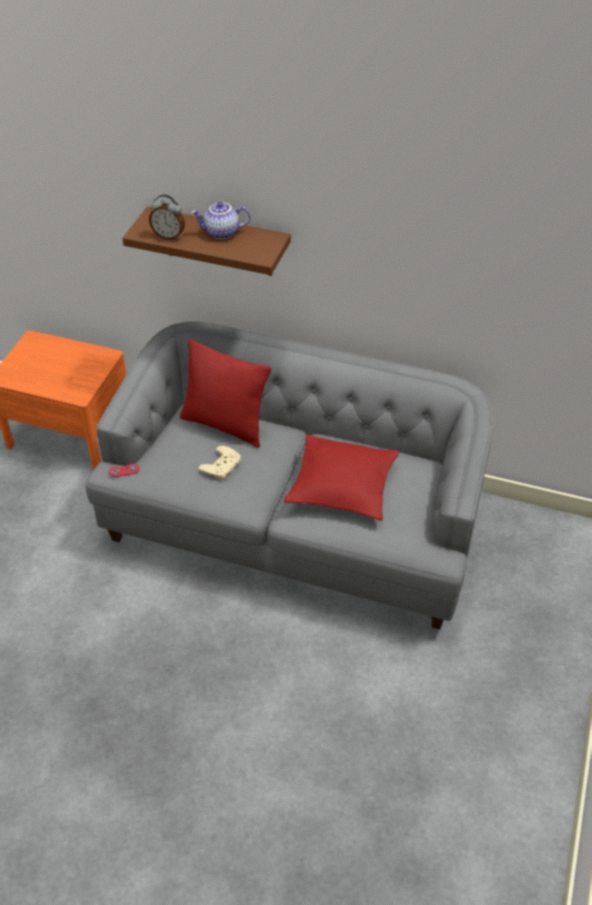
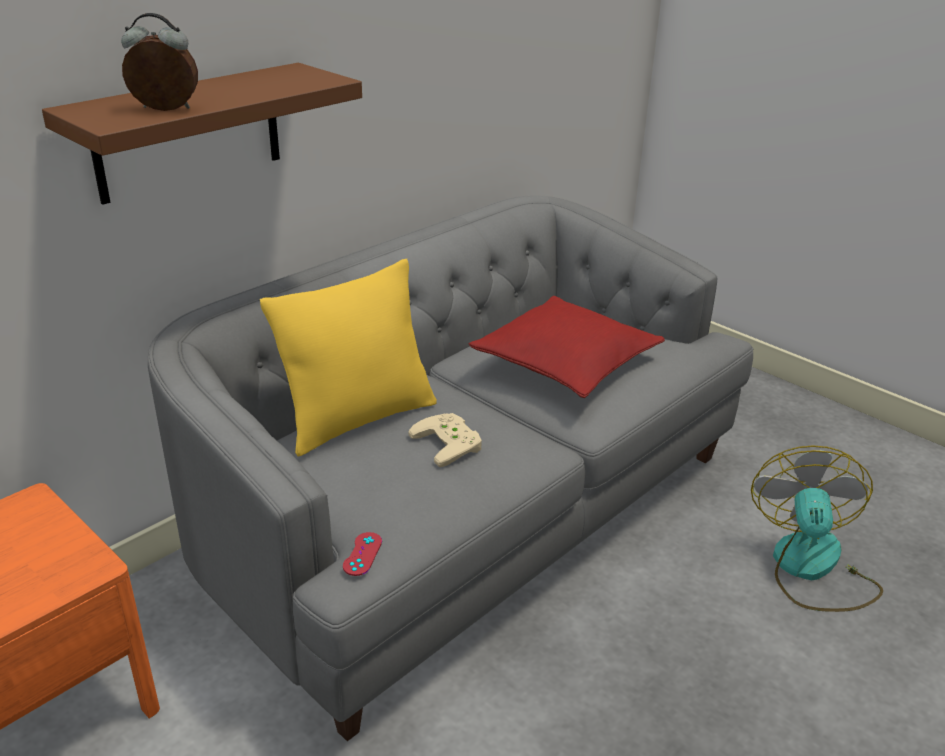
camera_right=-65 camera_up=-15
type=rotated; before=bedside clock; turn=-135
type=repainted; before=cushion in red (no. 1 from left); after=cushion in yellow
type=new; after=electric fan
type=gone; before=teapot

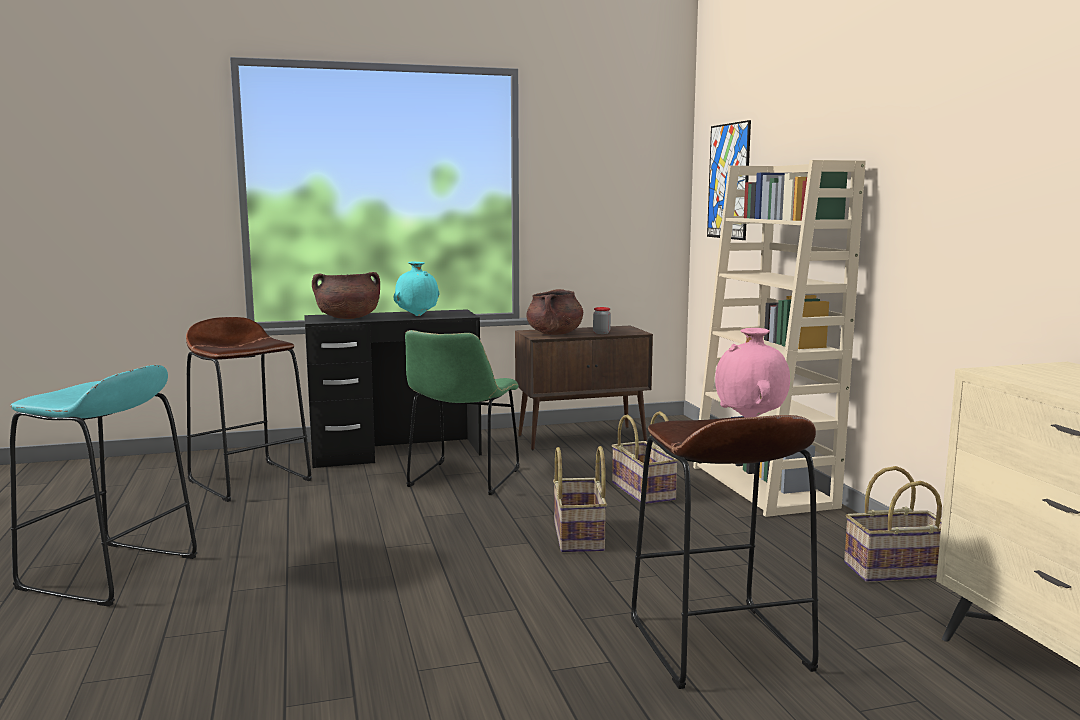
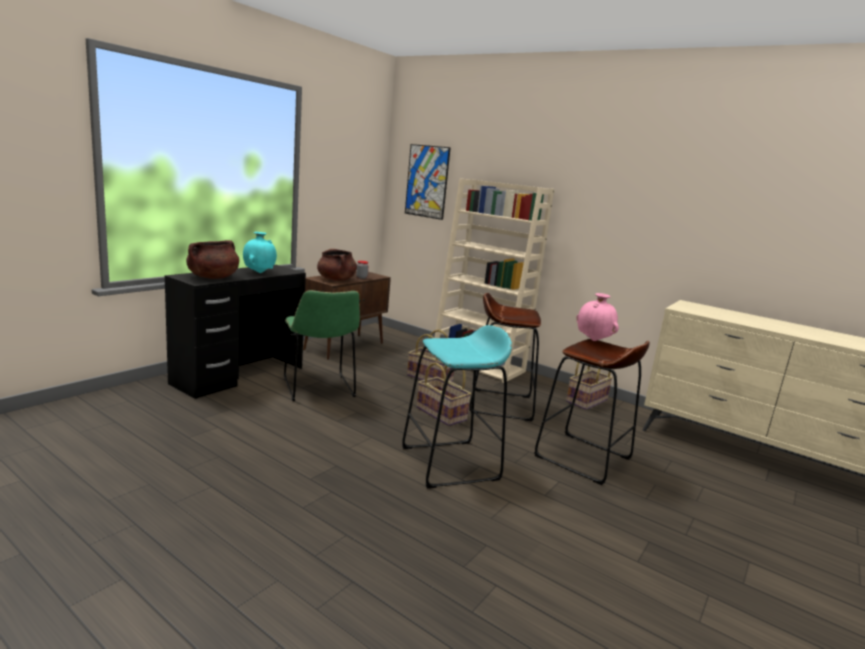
camera_right=-40 camera_up=5
type=shifted; before=sitting stool in turquoise
type=shifted; before=sitting stool in brown (no. 1 from left)

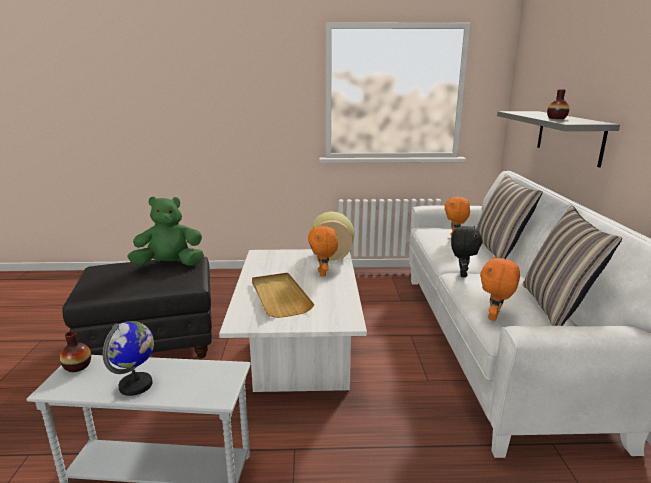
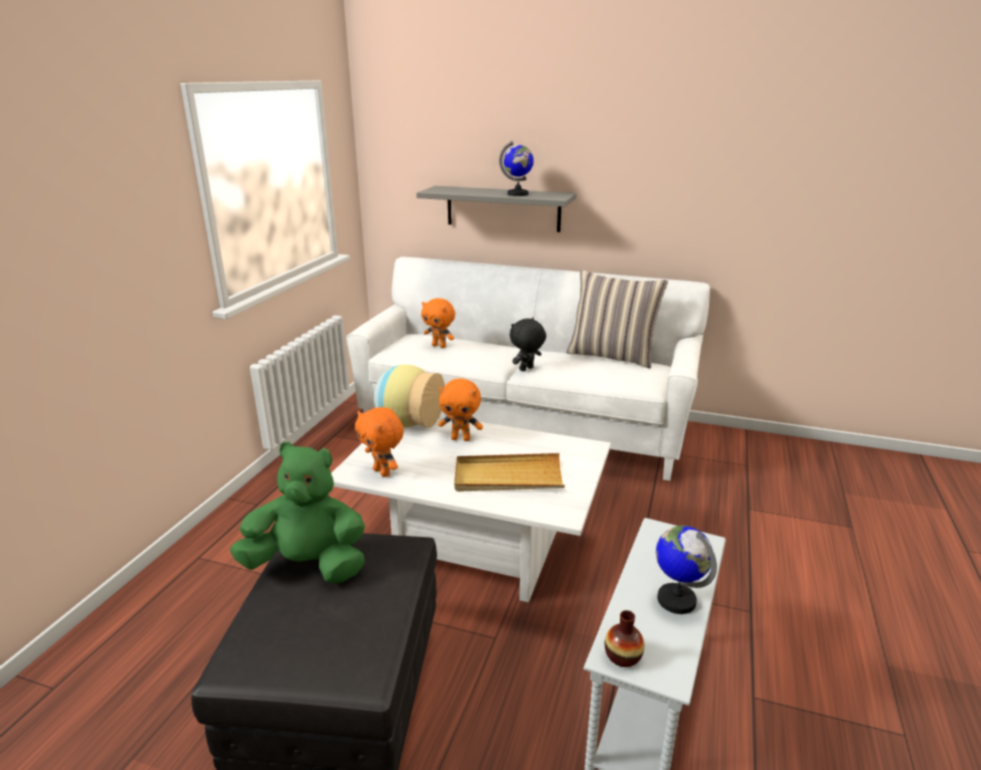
camera_right=-70 camera_up=5
type=rotated; before=soft toy in green; turn=90
type=shifted; before=soft toy in orangey (no. 3 from left in the first image); after=soft toy in orangey (no. 1 from left)
type=swapped; before=decorative vase (no. 3 from left); after=desk globe (no. 1 from left)
type=rotated; before=soft toy in blackish; turn=-75
type=gone; before=cushion (no. 1 from left)

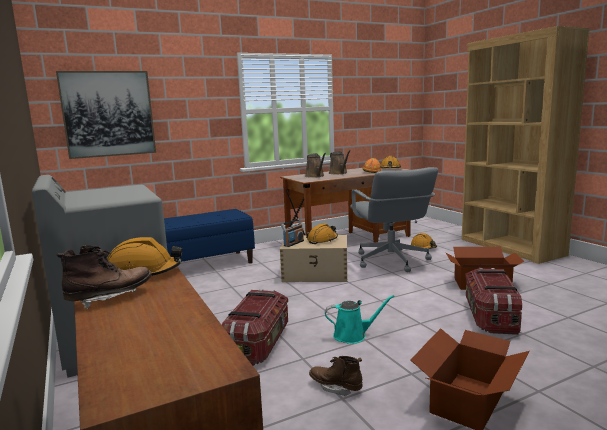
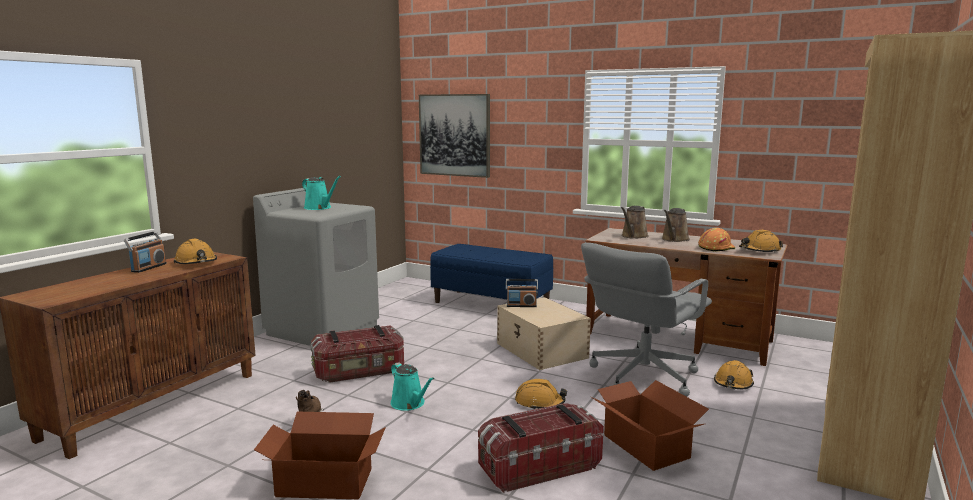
camera_right=55 camera_up=0
type=swapped; before=boot in brown (no. 1 from left); after=radio receiver (no. 1 from left)
type=new; after=sprinkling can in turquoise (no. 1 from left)
type=shifted; before=safety helmet in orangey (no. 2 from left)

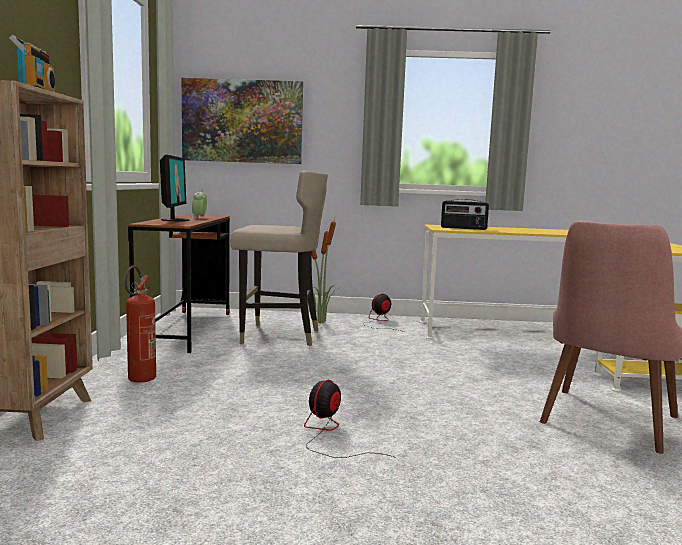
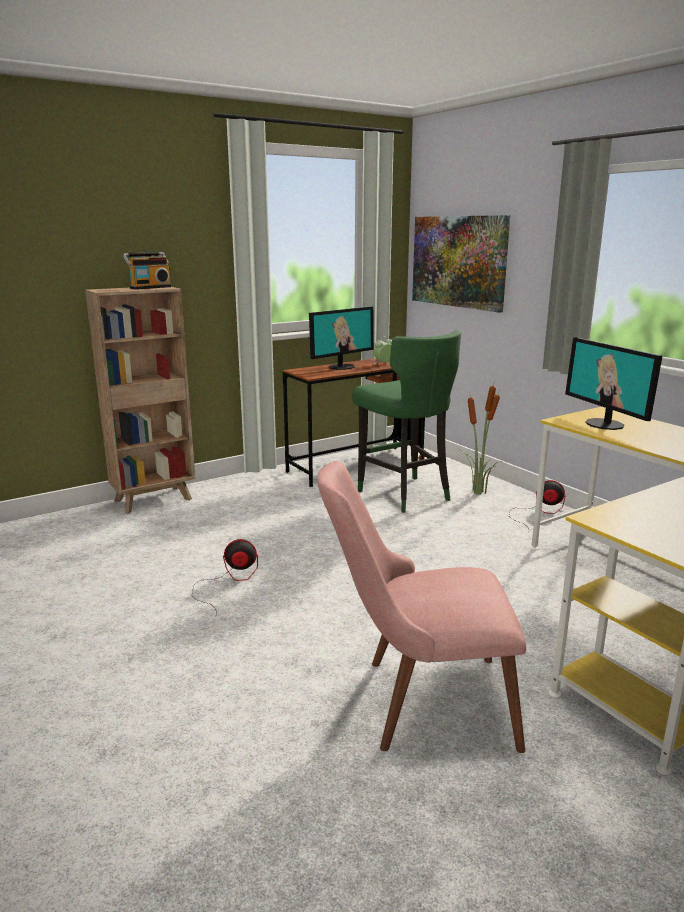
camera_right=55 camera_up=10
type=repainted; before=sitting stool in beige; after=sitting stool in green
type=swapped; before=radio receiver (no. 2 from left); after=computer display (no. 2 from left)
type=gone; before=fire-fighting cylinder

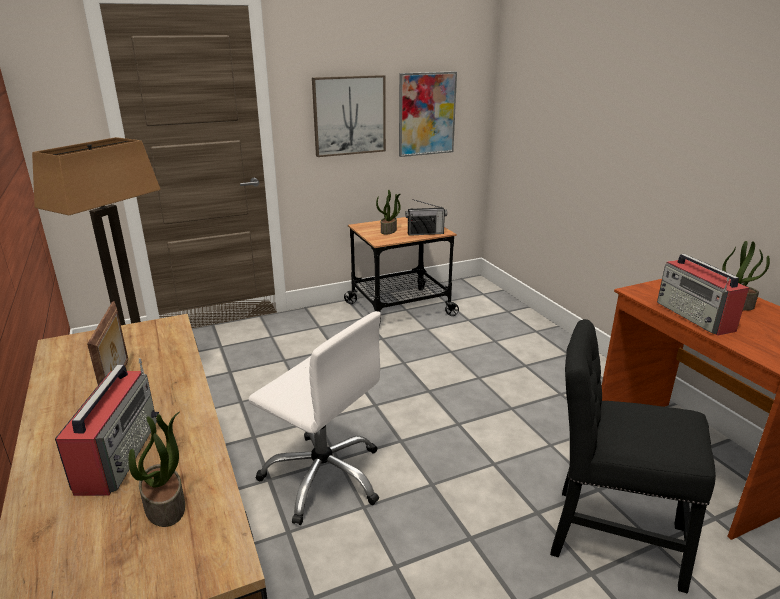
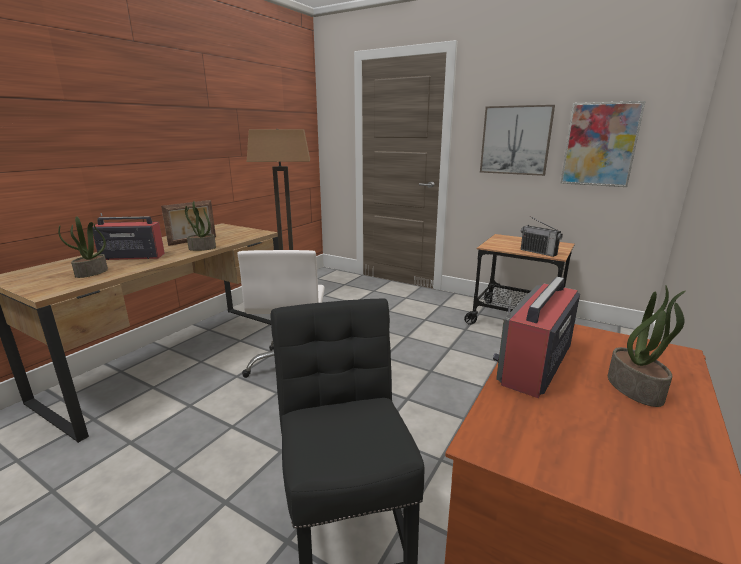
camera_right=55 camera_up=-5
type=rotated; before=radio receiver (no. 1 from left); turn=-150
type=shifted; before=houseplant (no. 2 from left)

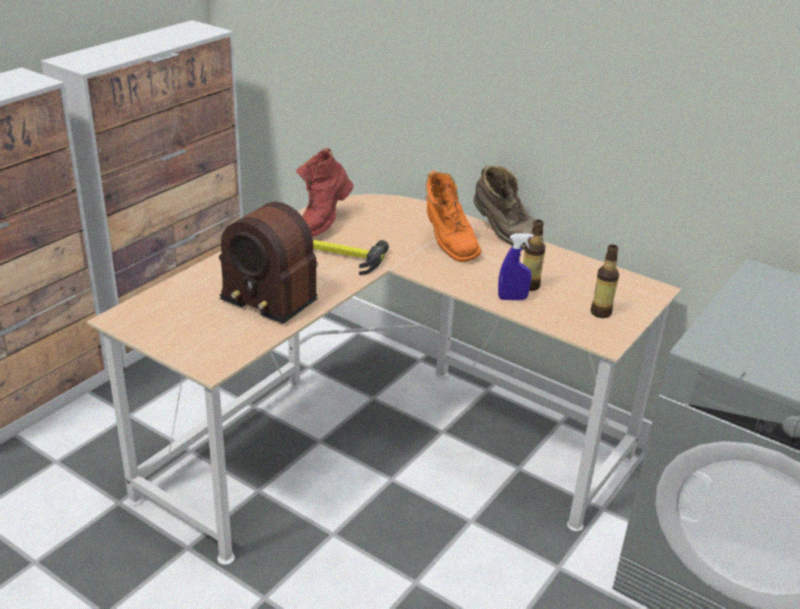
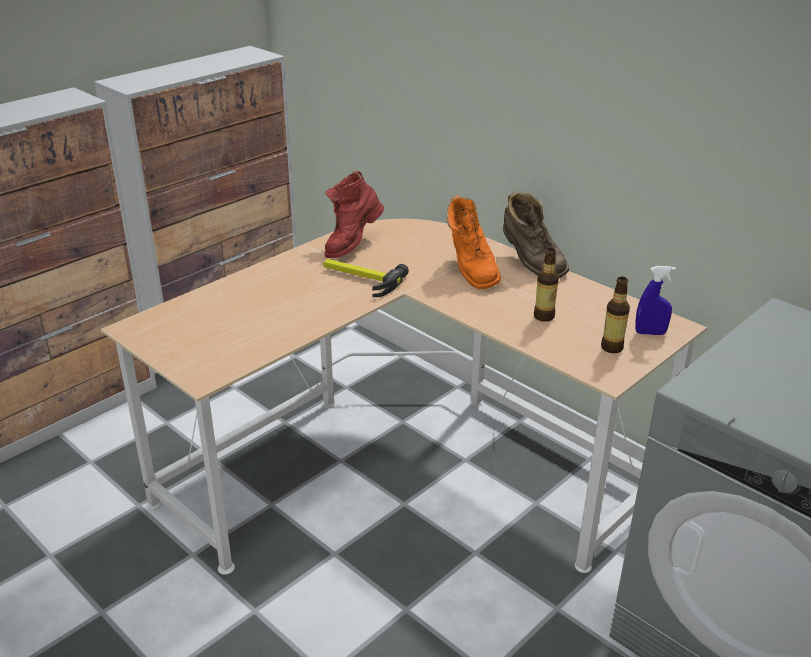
camera_right=10 camera_up=0
type=shifted; before=spray bottle in blue
type=gone; before=radio receiver

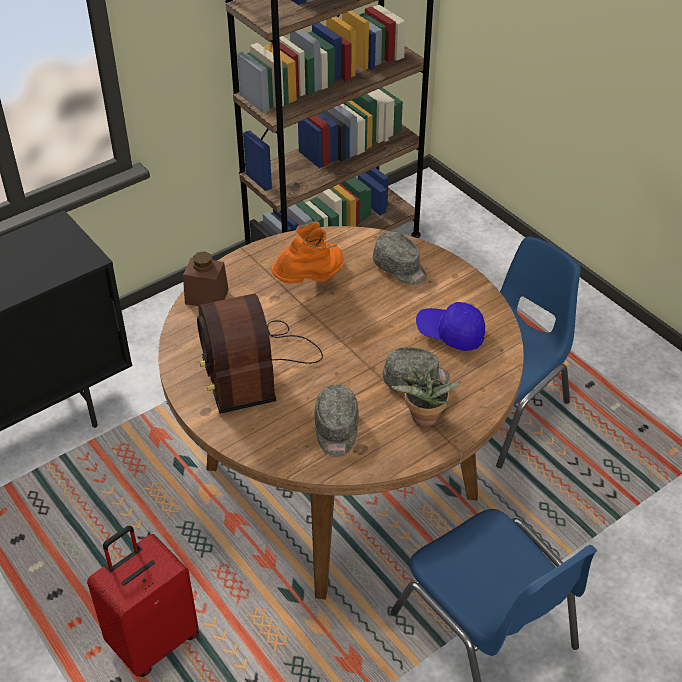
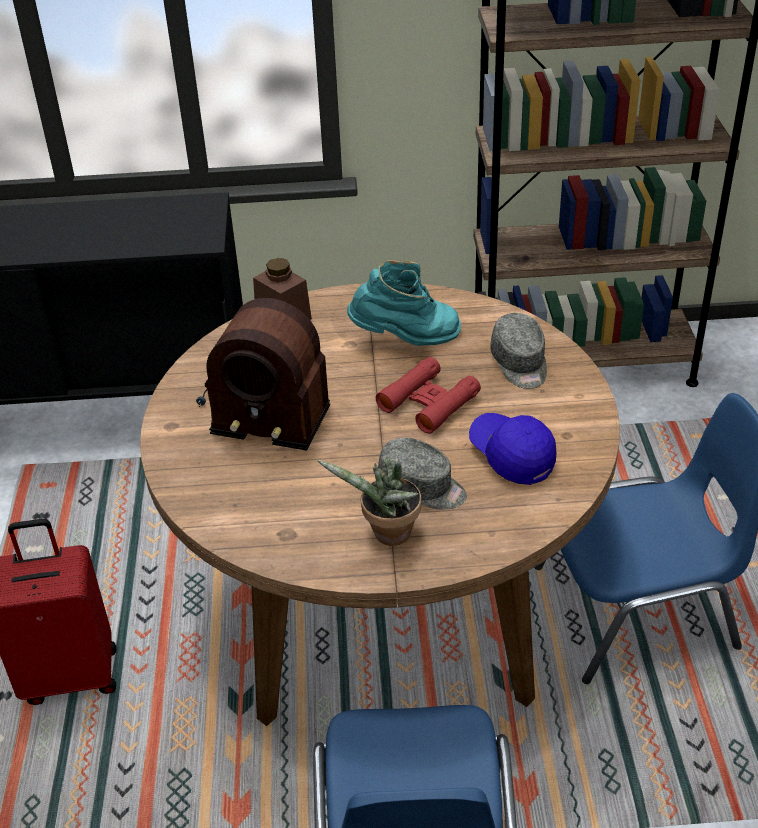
camera_right=35 camera_up=-5
type=rotated; before=radio receiver; turn=-90
type=repainted; before=boot in orangey; after=boot in turquoise
type=new; after=binoculars in red
type=gone; before=cap in grey (no. 1 from left)

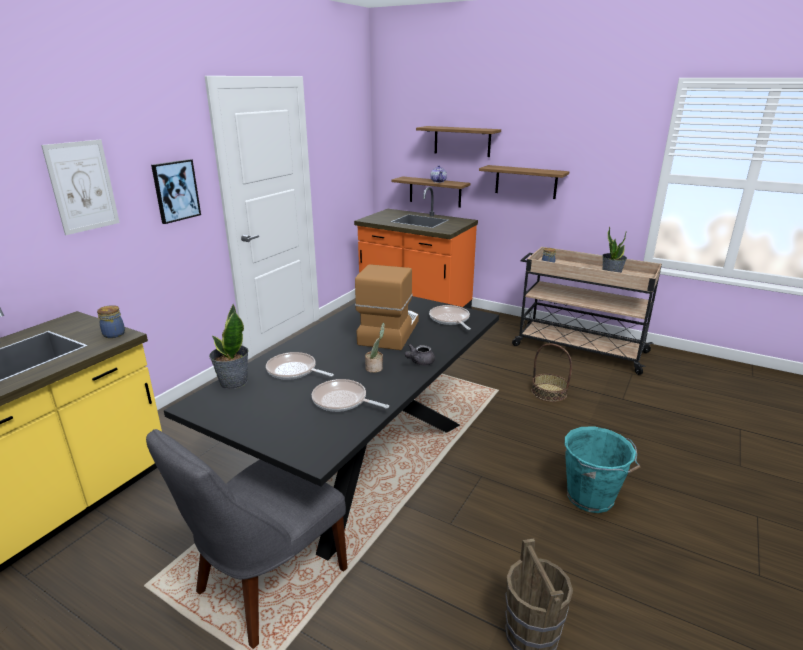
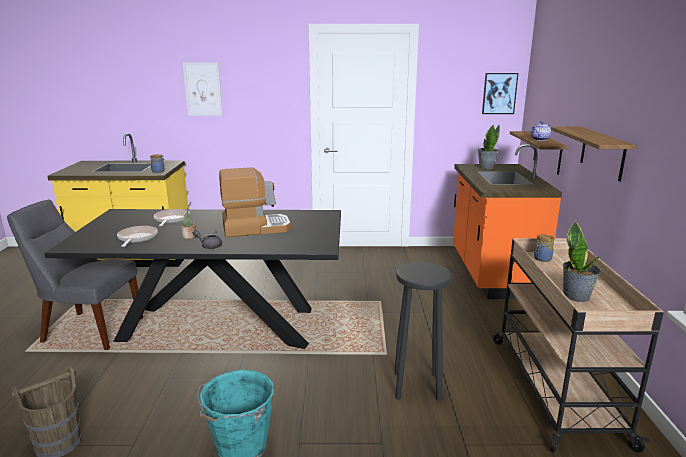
camera_right=60 camera_up=-5
type=swapped; before=storage basket; after=sitting stool in blackish
type=shifted; before=houseplant (no. 1 from left in the first image); after=houseplant (no. 2 from left)
type=shifted; before=wall art (no. 2 from left)
type=gone; before=shelf (no. 2 from left)
type=gone; before=skillet (no. 3 from left)

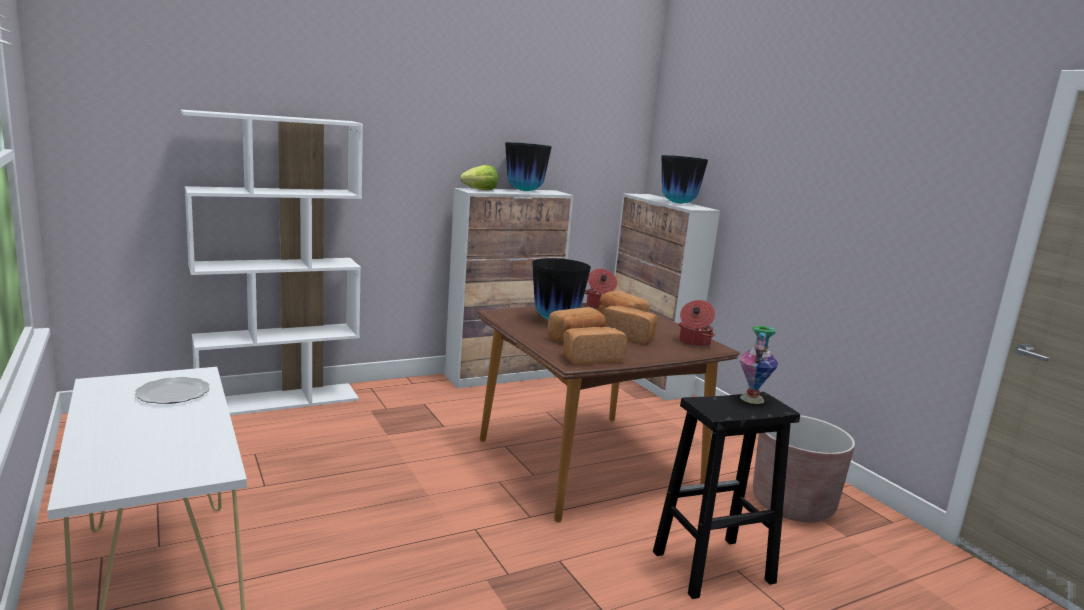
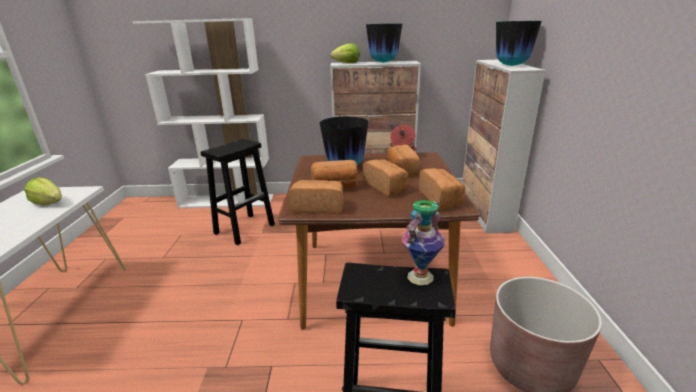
camera_right=30 camera_up=10
type=swapped; before=flat dish; after=lettuce (no. 1 from left)
type=new; after=sitting stool in blackish (no. 1 from left)
type=swapped; before=stockpot (no. 2 from left); after=bakery bread (no. 5 from left)

